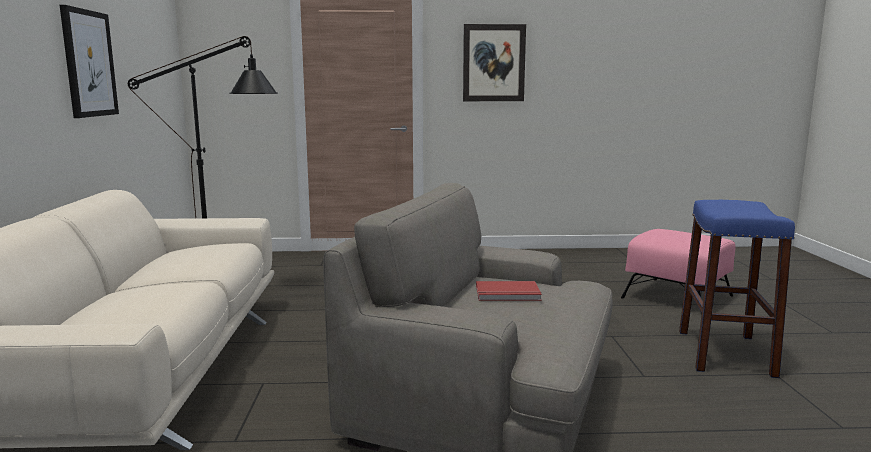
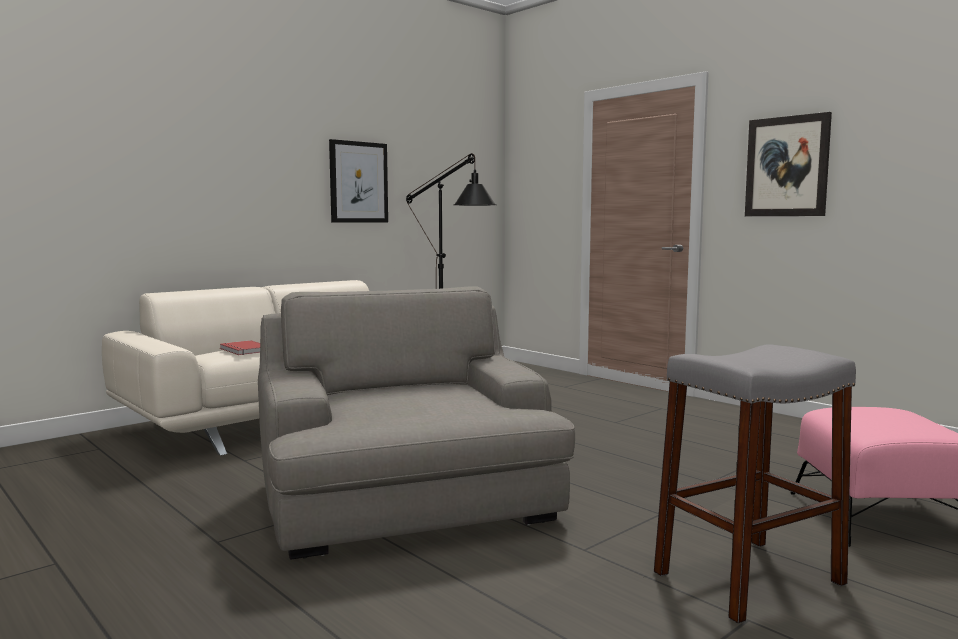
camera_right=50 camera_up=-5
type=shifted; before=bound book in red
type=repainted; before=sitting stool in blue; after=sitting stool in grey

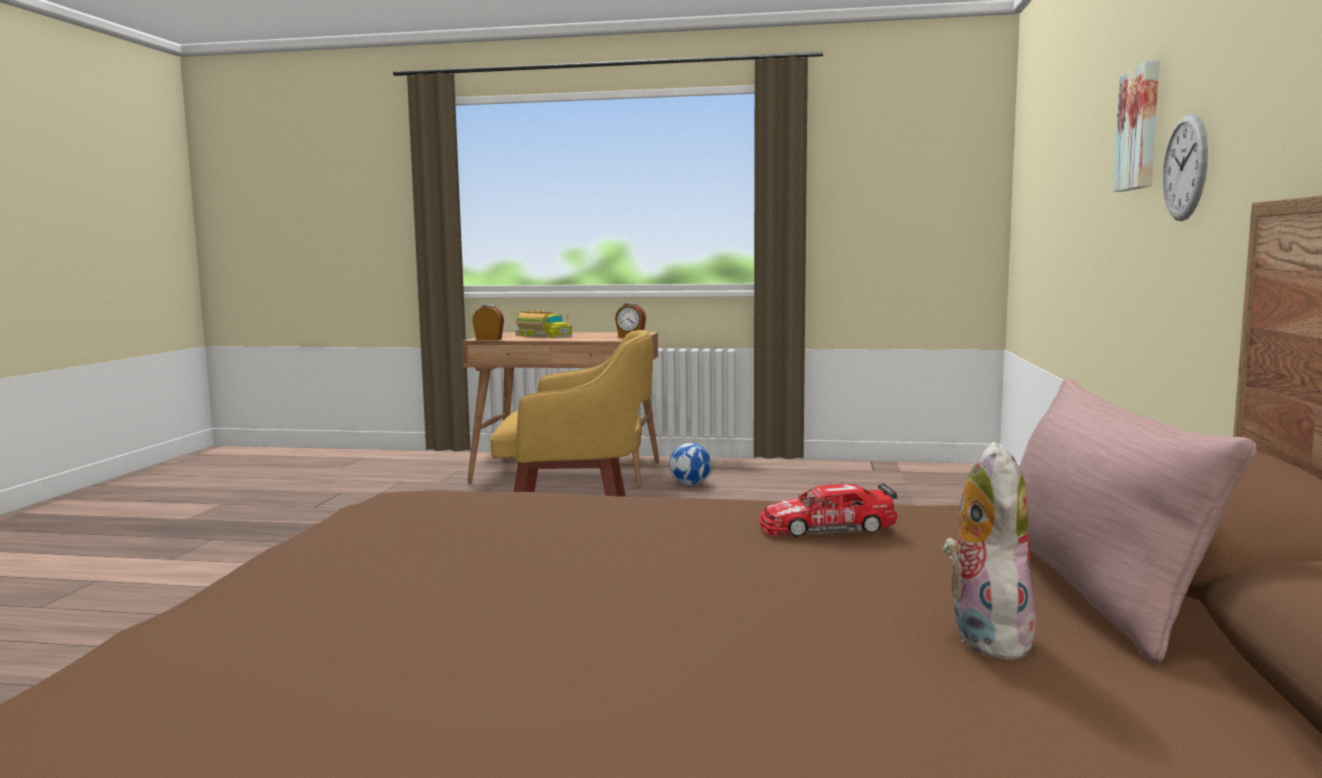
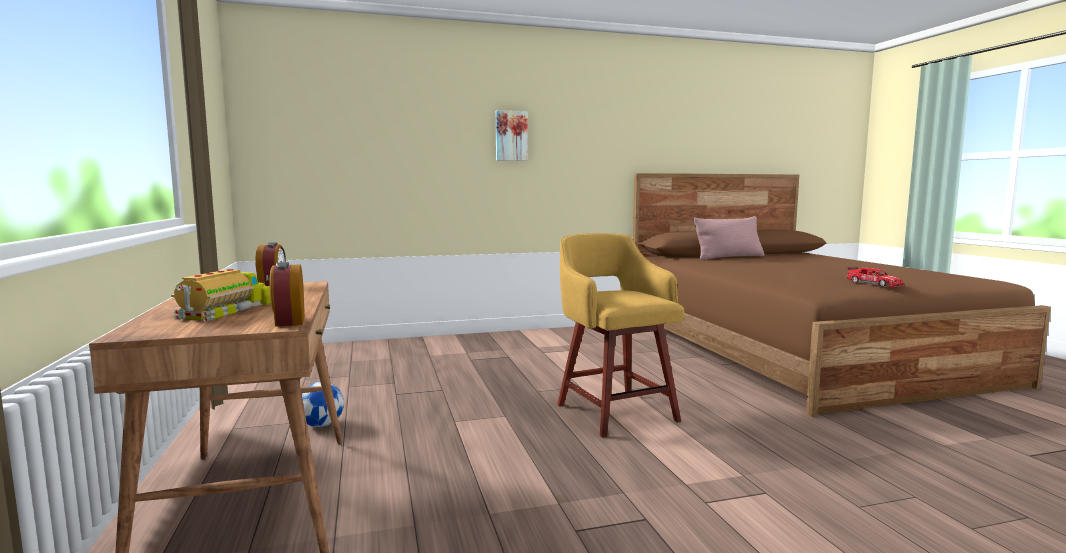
camera_right=-115 camera_up=0
type=shifted; before=toy car
type=gone; before=soft toy
type=gone; before=wall clock

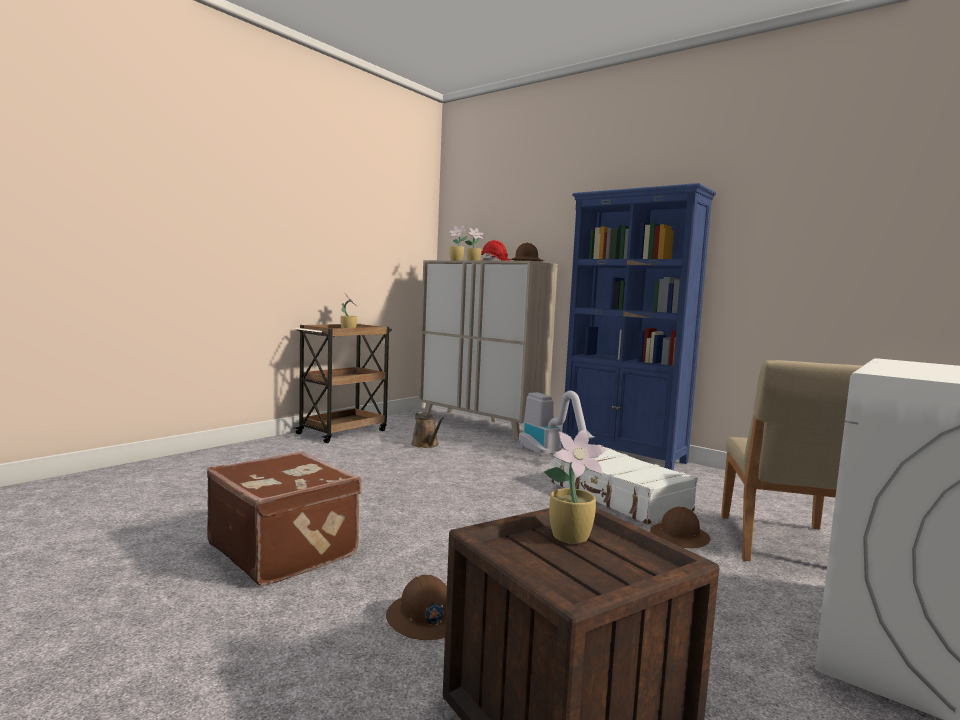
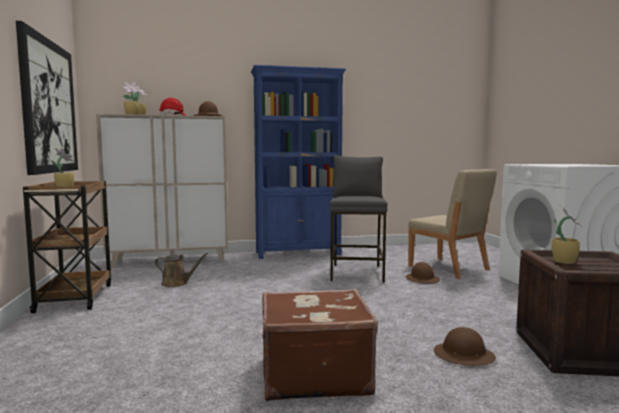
camera_right=-50 camera_up=0
type=new; after=wall art
type=swapped; before=suitcase in white-coloured; after=sitting stool in grey
type=gone; before=vacuum

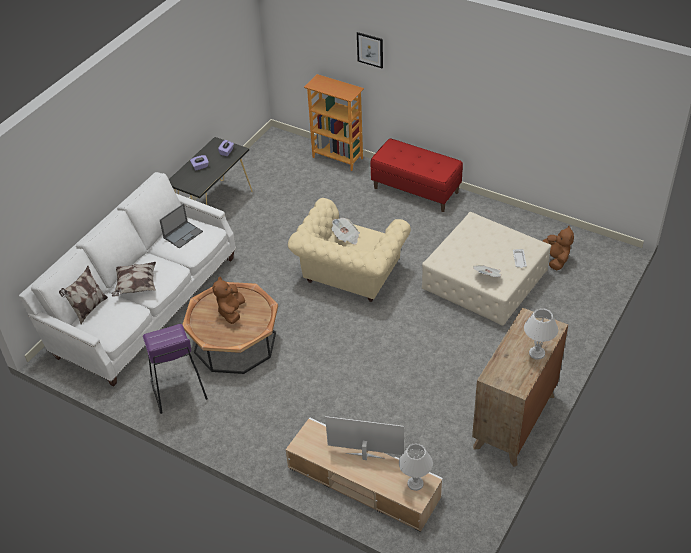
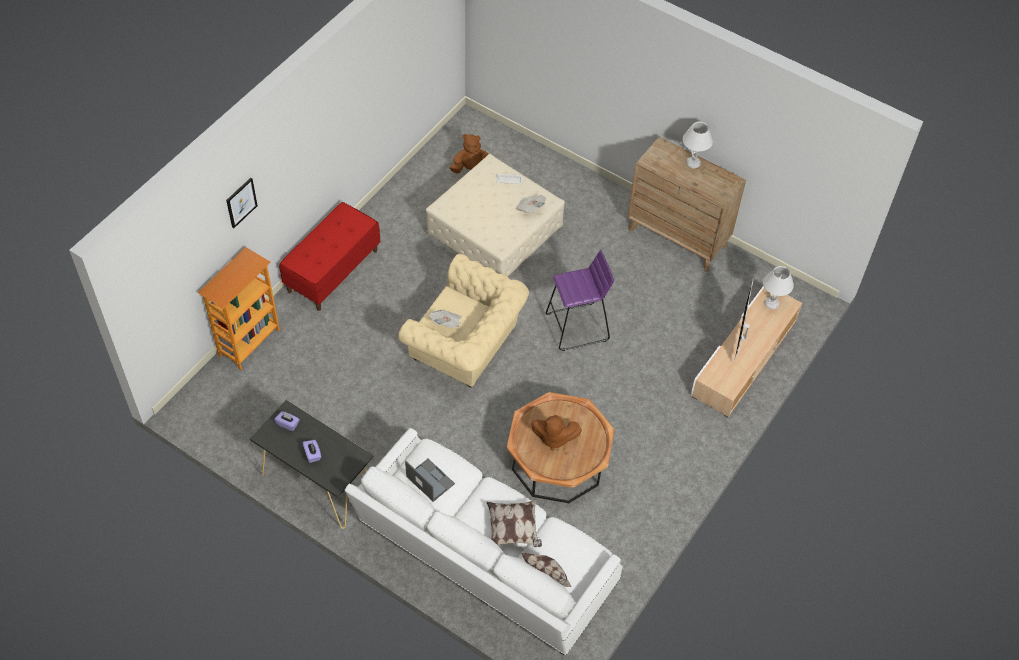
camera_right=-90 camera_up=10
type=shifted; before=sitting stool in purple

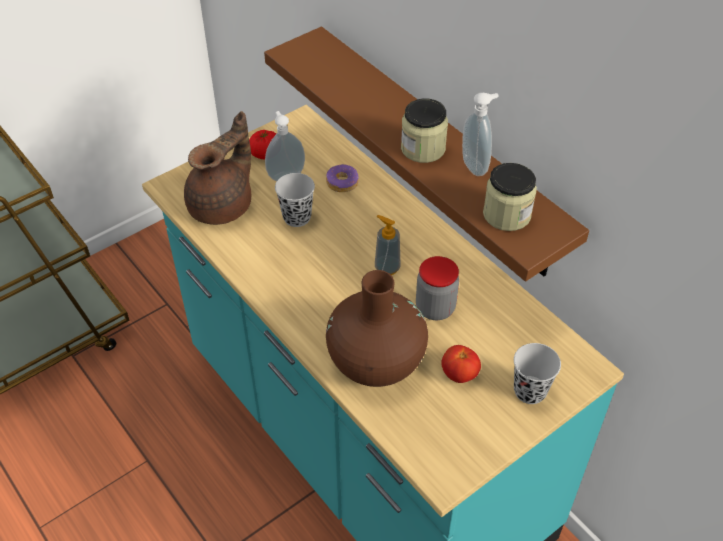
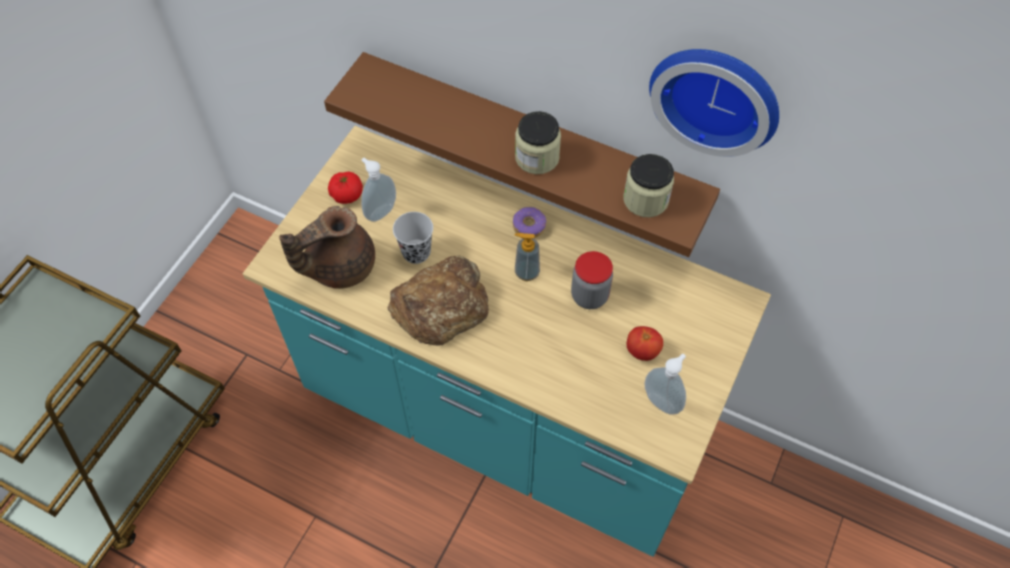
camera_right=-25 camera_up=10
type=rotated; before=teapot in brown; turn=-135
type=new; after=bakery bread
type=shifted; before=donut
type=shifted; before=liquid soap bottle (no. 3 from left)
type=new; after=wall clock
type=gone; before=decorative vase in brown
type=gone; before=small cup in blackish (no. 2 from left)

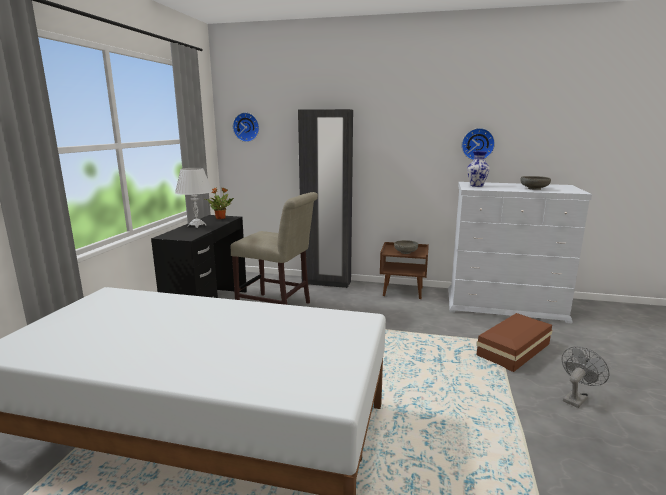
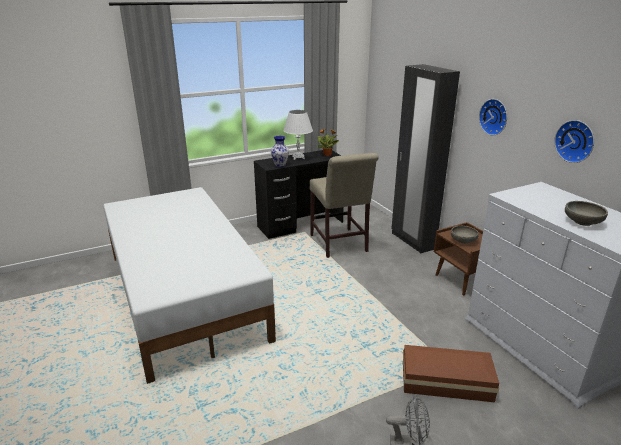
camera_right=50 camera_up=10
type=shifted; before=decorative vase
type=shifted; before=wall clock (no. 1 from left)

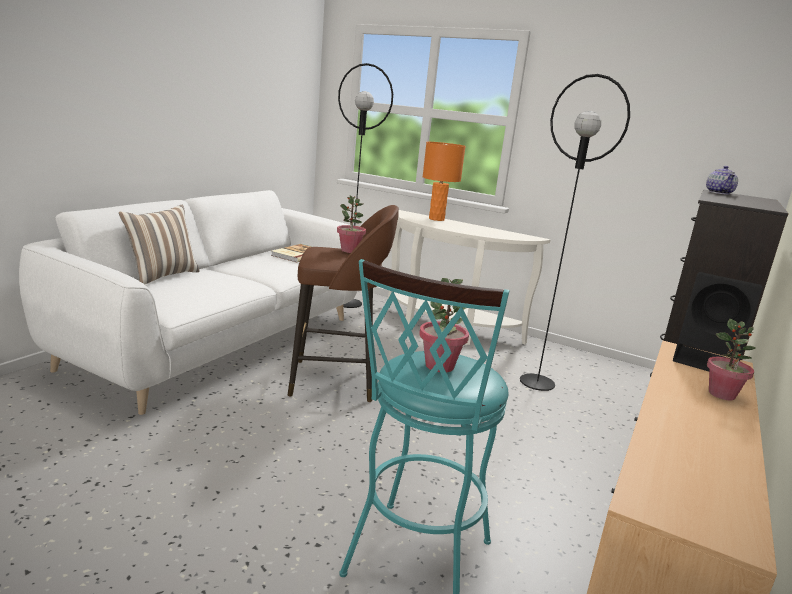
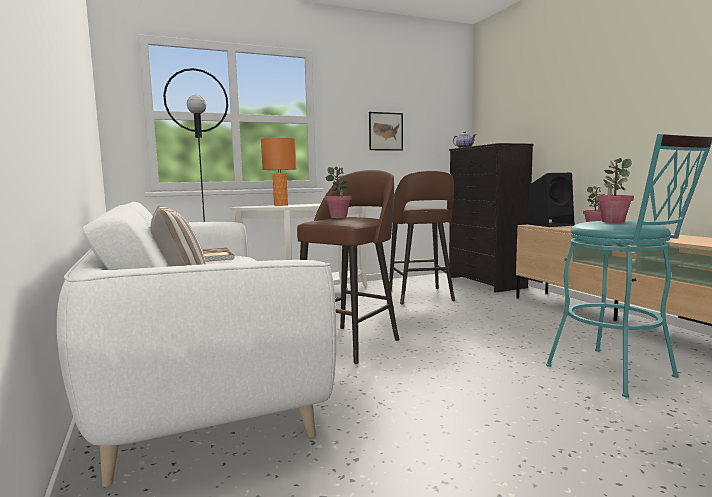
camera_right=-50 camera_up=-10
type=new; after=wall art
type=swapped; before=standard lamp in blackish (no. 2 from left); after=sitting stool in brown (no. 2 from left)

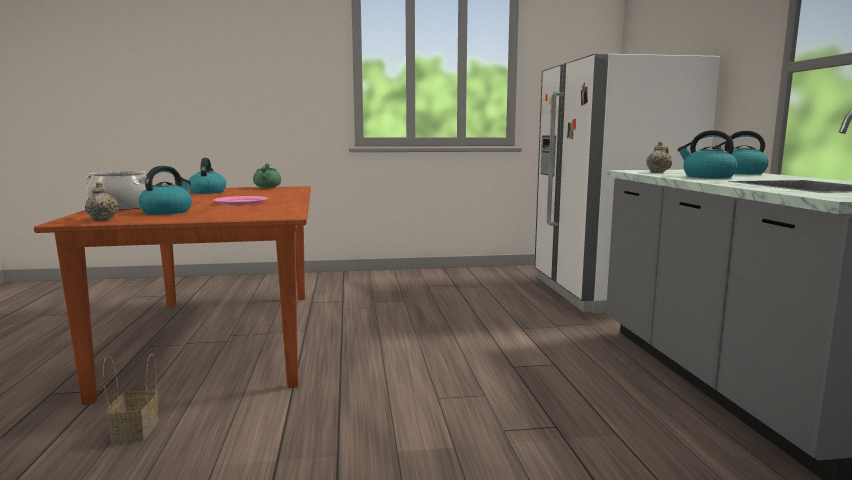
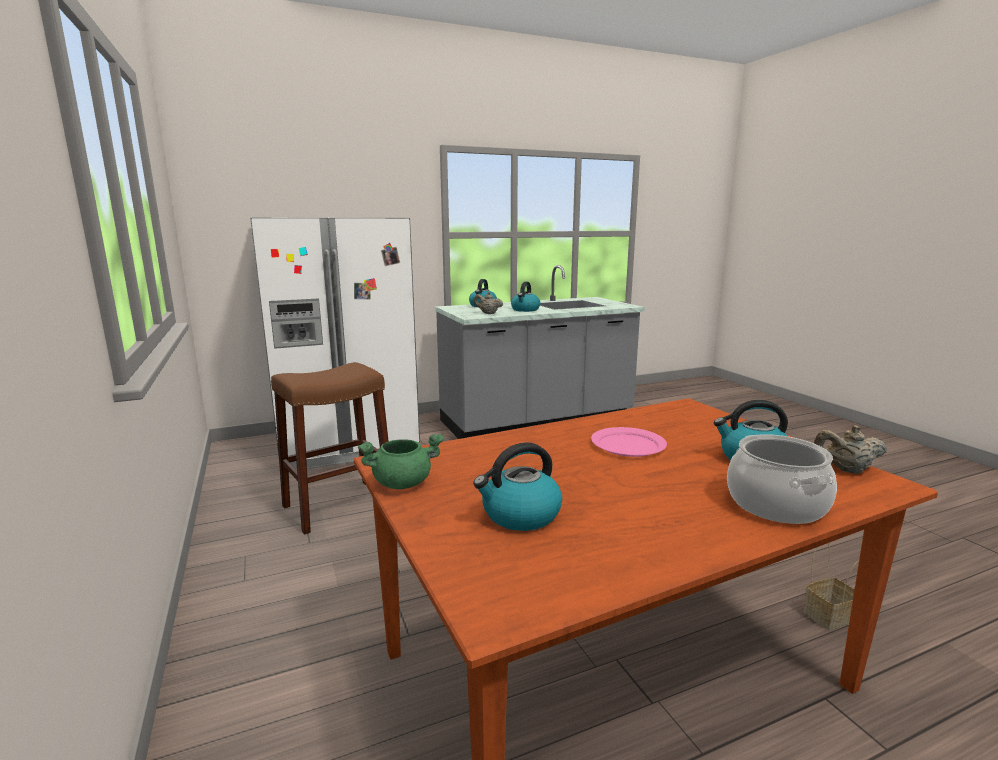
camera_right=-105 camera_up=5
type=new; after=sitting stool in brown
type=rotated; before=teapot in beige (no. 1 from left in the first image); turn=45

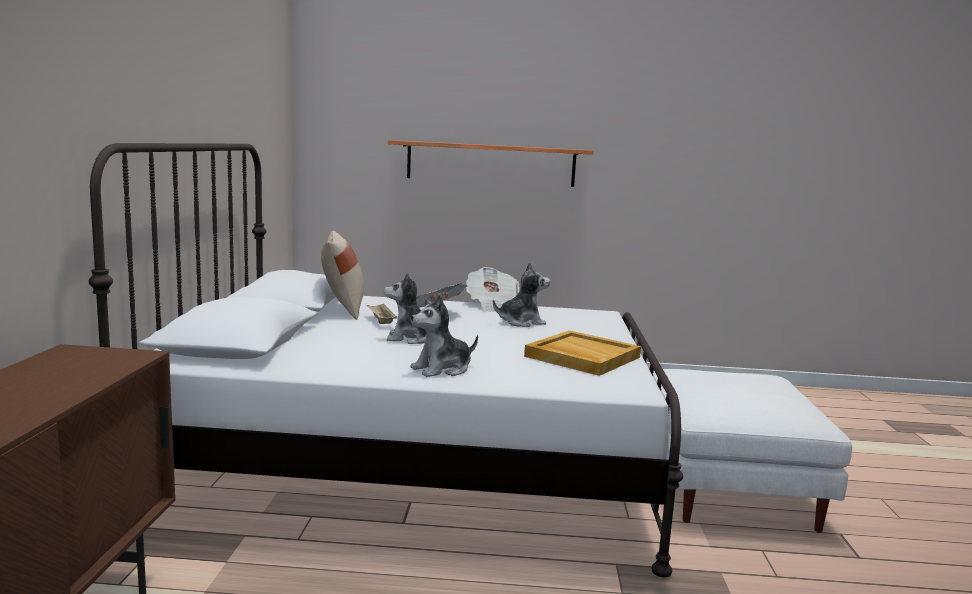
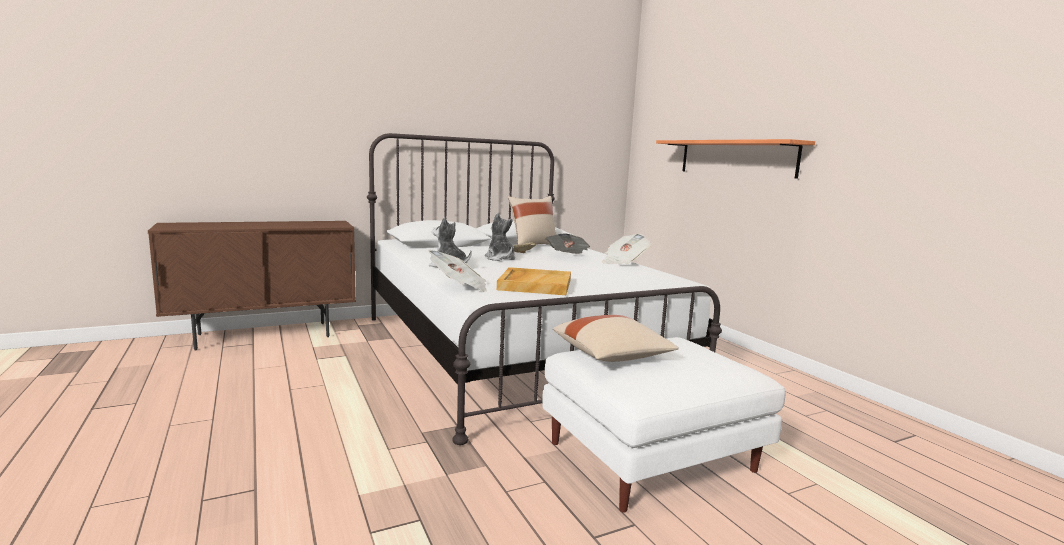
camera_right=60 camera_up=0
type=new; after=printed paper (no. 1 from left)
type=new; after=cushion in beige (no. 2 from left)
type=gone; before=soft toy (no. 3 from left)

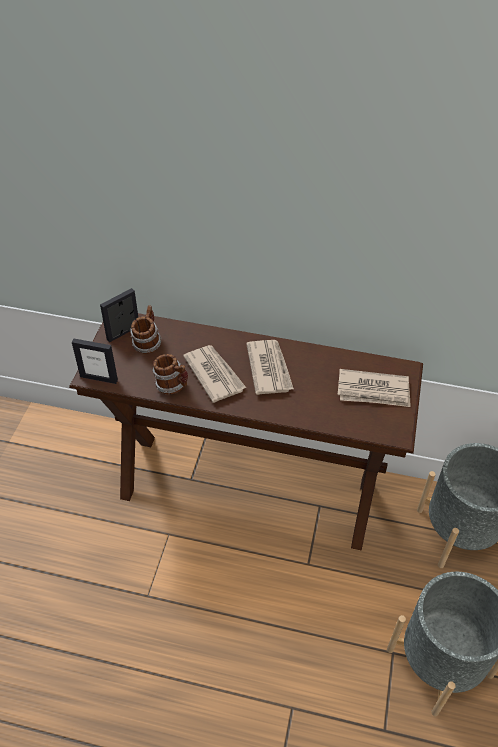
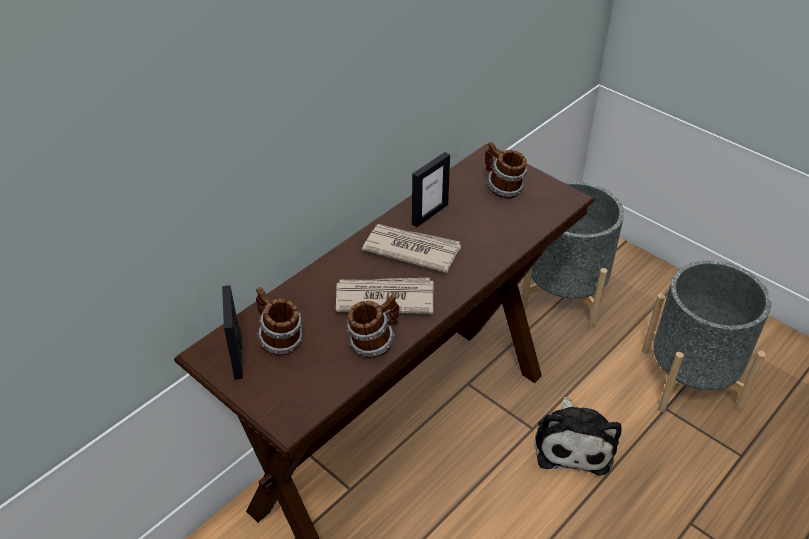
camera_right=-60 camera_up=-5
type=shifted; before=picture frame (no. 1 from left in the first image); after=picture frame (no. 2 from left)
type=swapped; before=printed paper (no. 3 from left); after=coffee mug (no. 3 from left)
type=new; after=soft toy

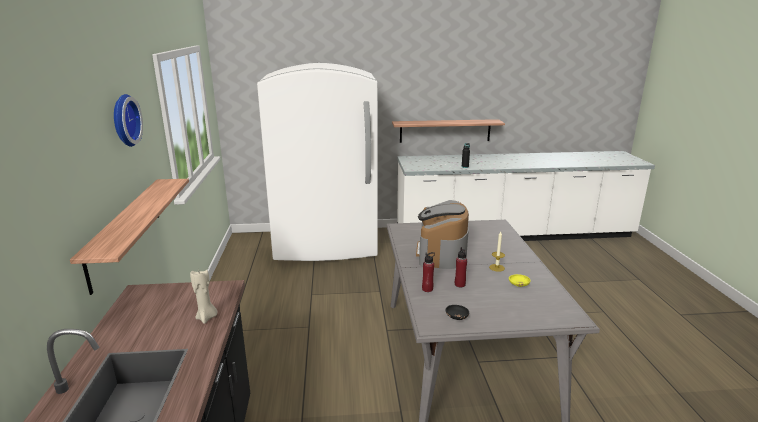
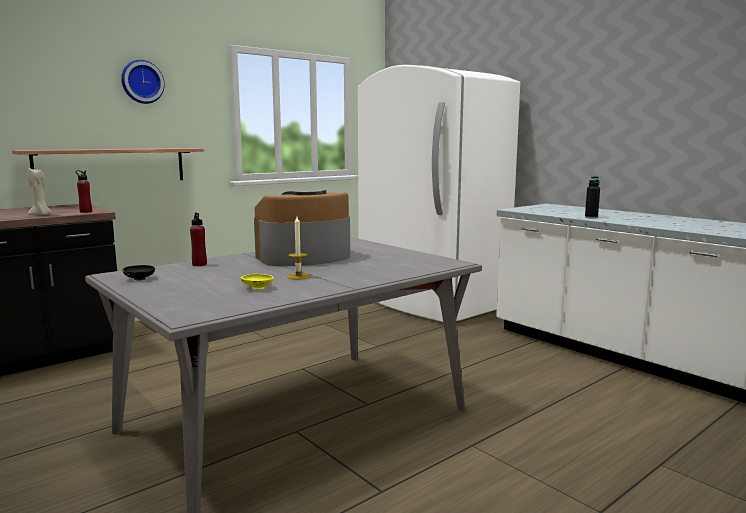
camera_right=55 camera_up=-10
type=shifted; before=drink bottle in red (no. 2 from left in the first image); after=drink bottle in red (no. 1 from left)
type=gone; before=shelf (no. 2 from left)

